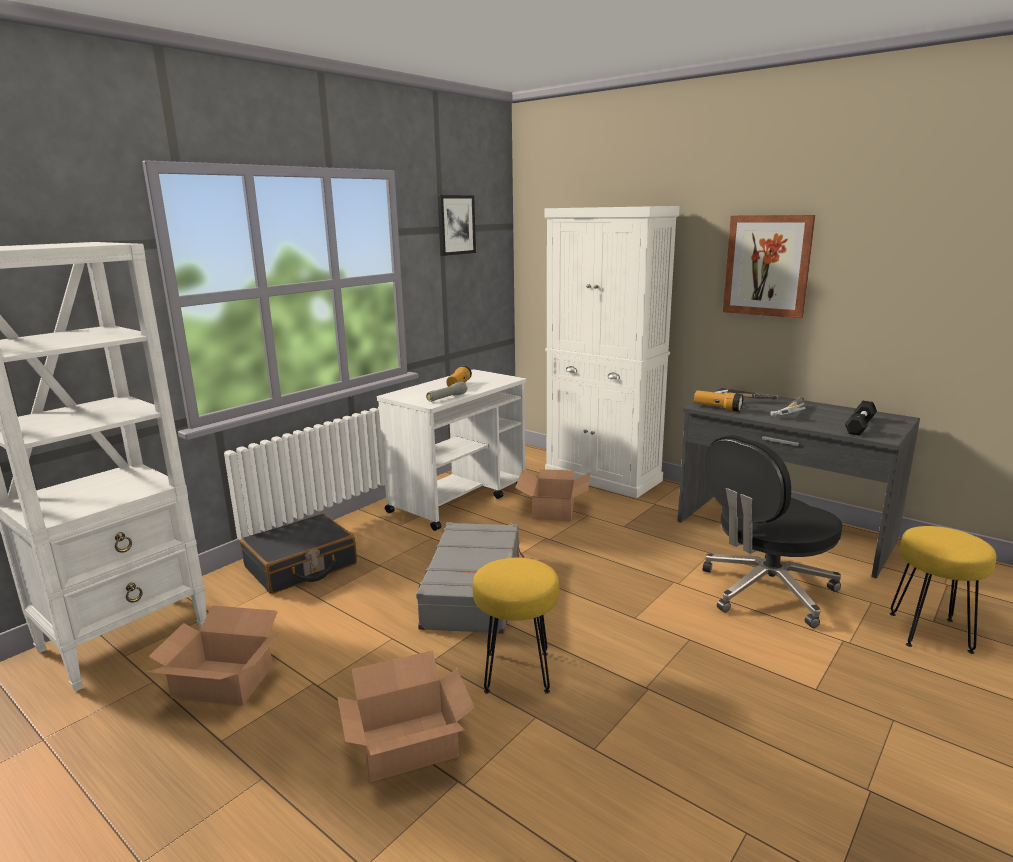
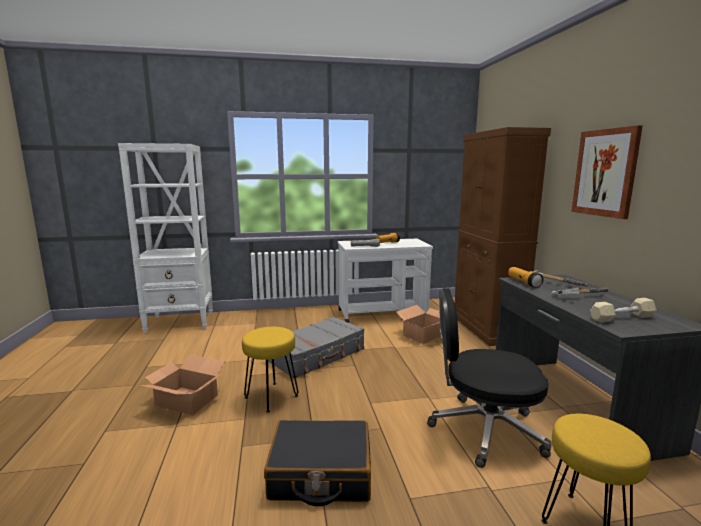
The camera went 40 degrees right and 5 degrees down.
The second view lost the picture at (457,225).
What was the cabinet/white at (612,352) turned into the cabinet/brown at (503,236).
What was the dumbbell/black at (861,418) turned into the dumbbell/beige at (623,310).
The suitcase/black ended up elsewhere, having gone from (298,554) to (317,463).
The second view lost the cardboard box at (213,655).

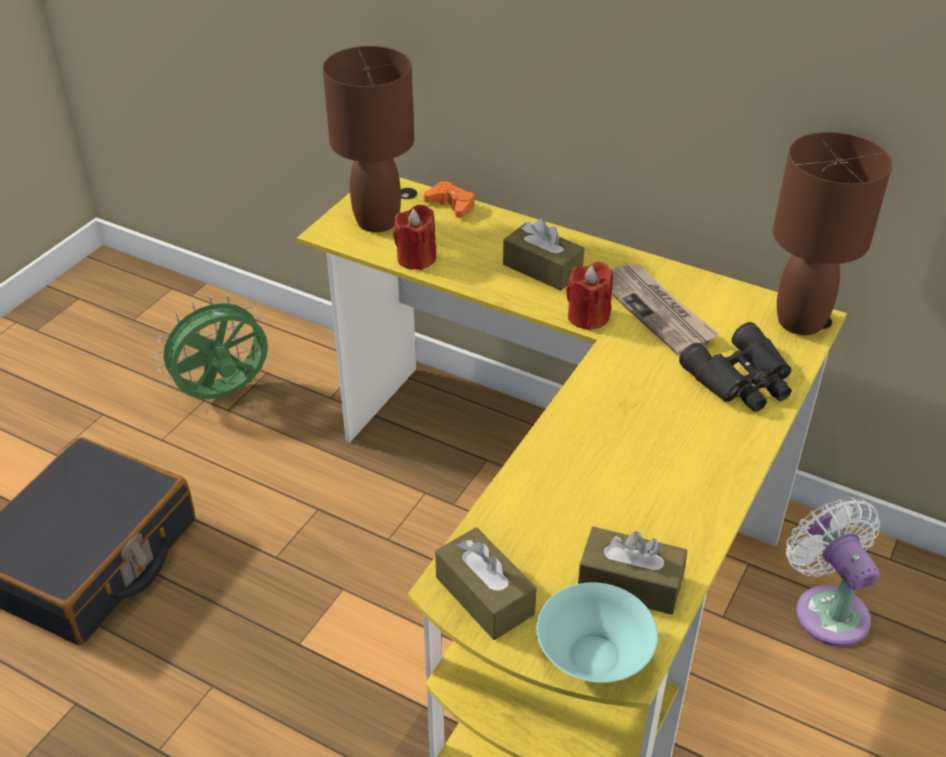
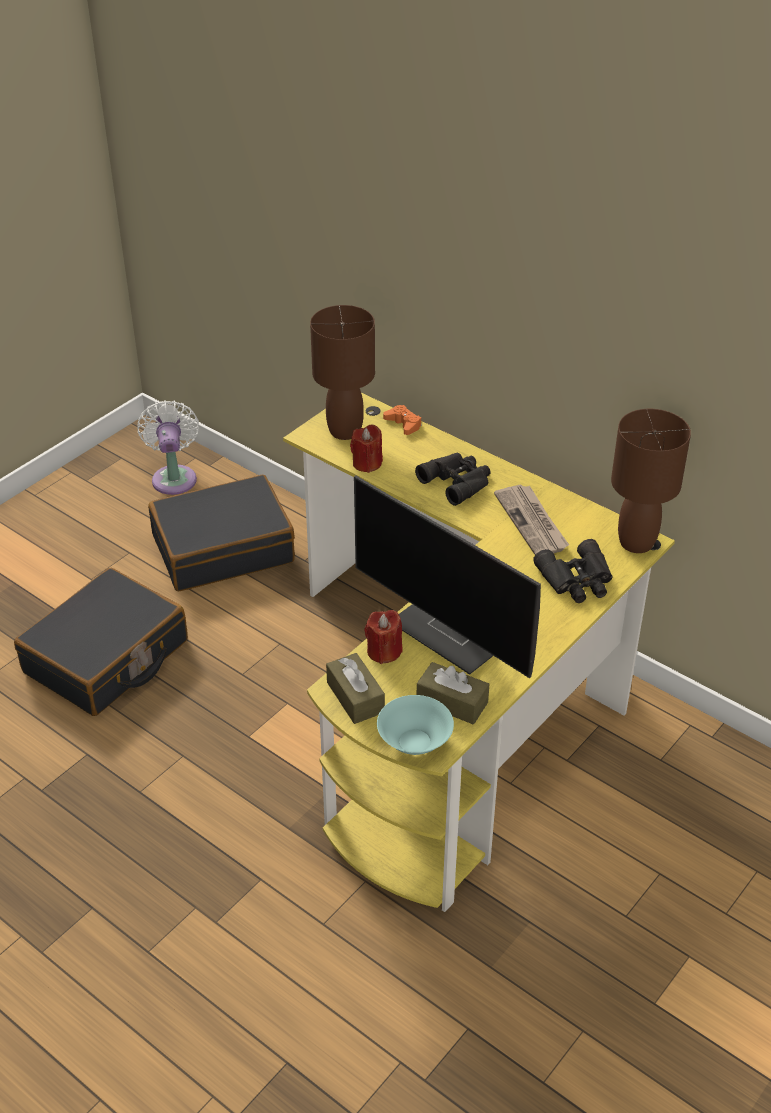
The camera went 10 degrees right and 0 degrees up.
Where the tissue box/brown stood at (543,254), the binoculars/black came to stand at (453,479).
The candle/red ended up elsewhere, having gone from (589,295) to (383,637).
Where the fan/green stood at (211,347), the suitcase/black came to stand at (221,533).
The fan/white ended up elsewhere, having gone from (833,572) to (168,447).
The second view gained the monitor at (447,577).

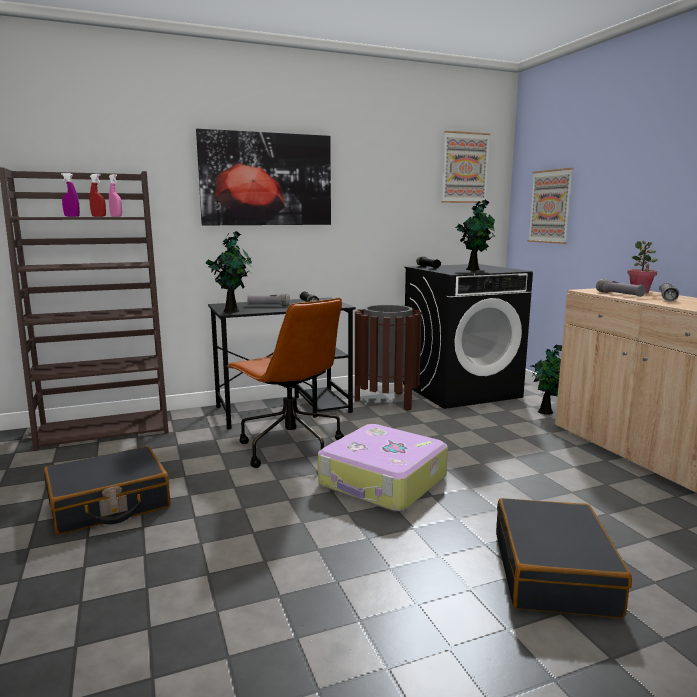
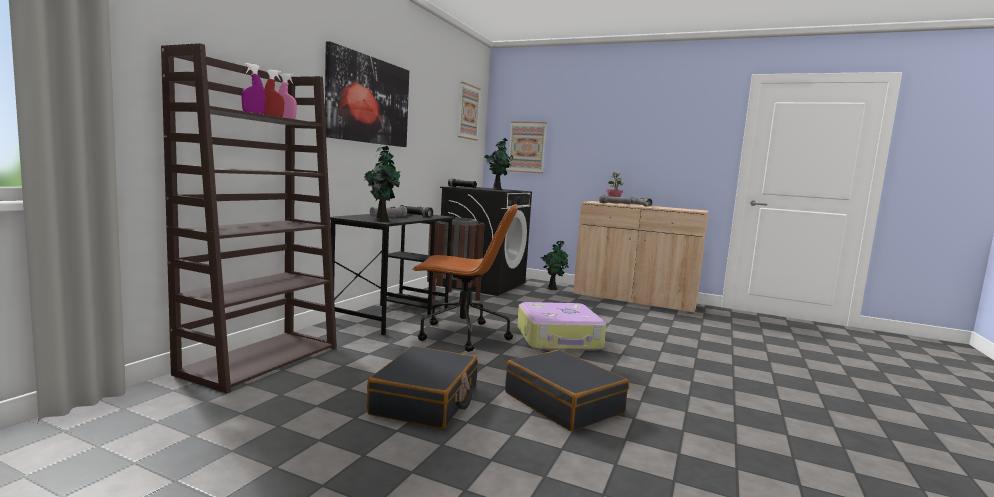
The camera went 45 degrees left and 5 degrees down.
The suitcase/black ended up elsewhere, having gone from (564,558) to (567,390).

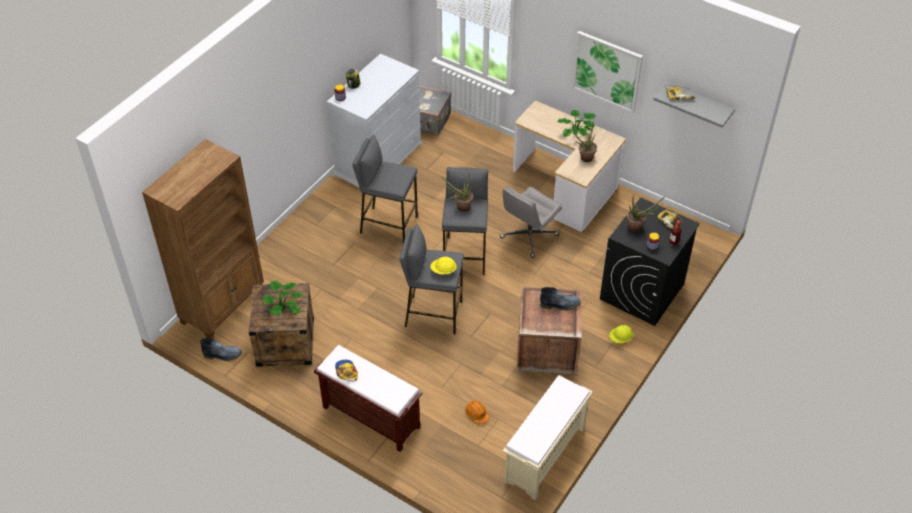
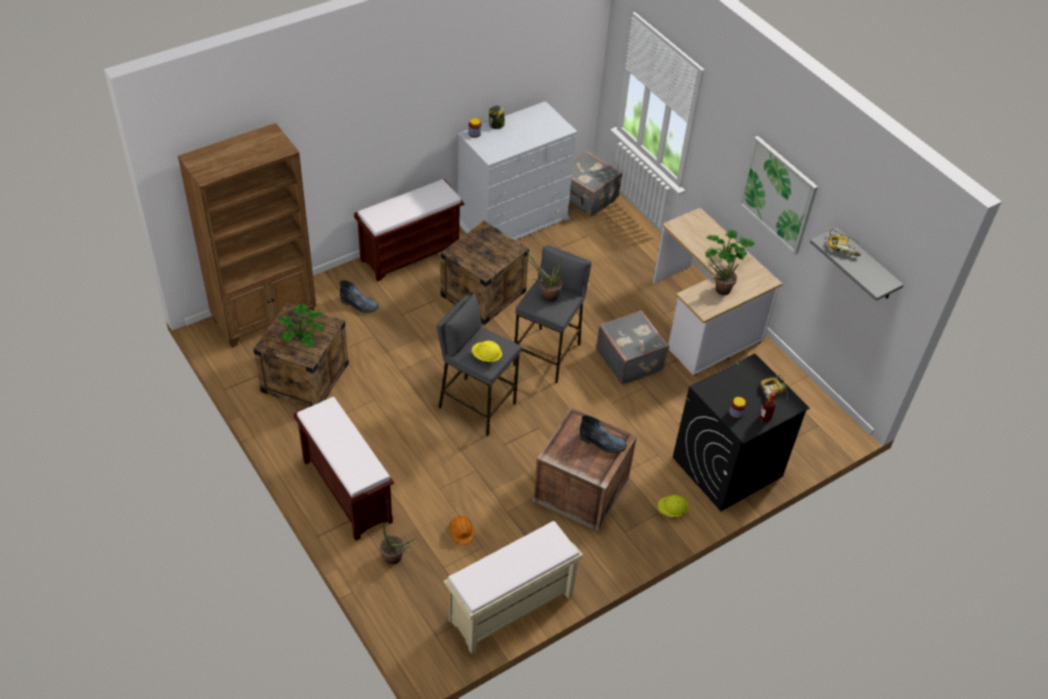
The camera went 20 degrees right and 0 degrees up.
Where the stool/grey stood at (385,189), the crate came to stand at (484,273).
Where the office chair/grey stood at (531,222), the suitcase/grey came to stand at (632,347).
The potted plant ended up elsewhere, having gone from (646,213) to (397,542).
The boot ended up elsewhere, having gone from (221,349) to (359,296).
The second view lost the cap at (346,370).
The second view gained the bench/brown at (409,230).

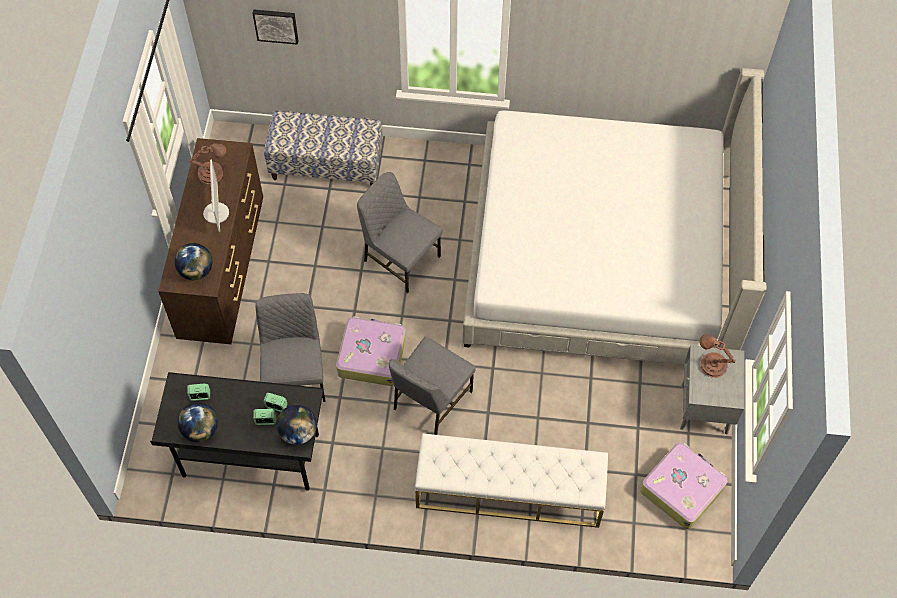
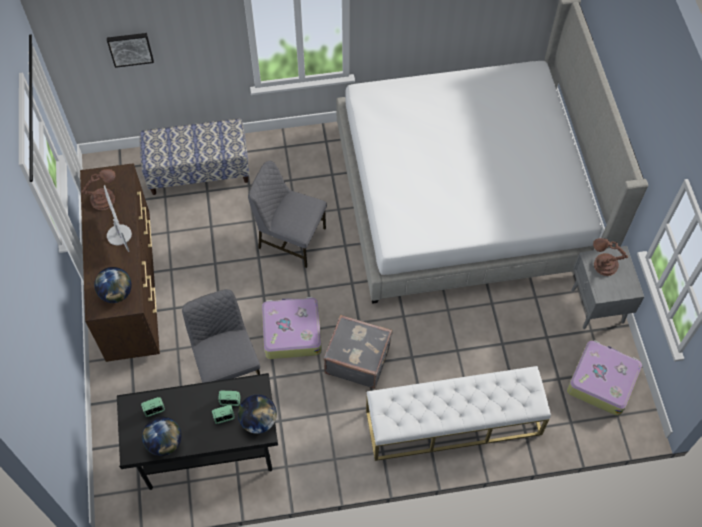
The camera went 15 degrees left and 0 degrees up.
Where the chair/grey stood at (432,385), the suitcase/grey came to stand at (357,352).

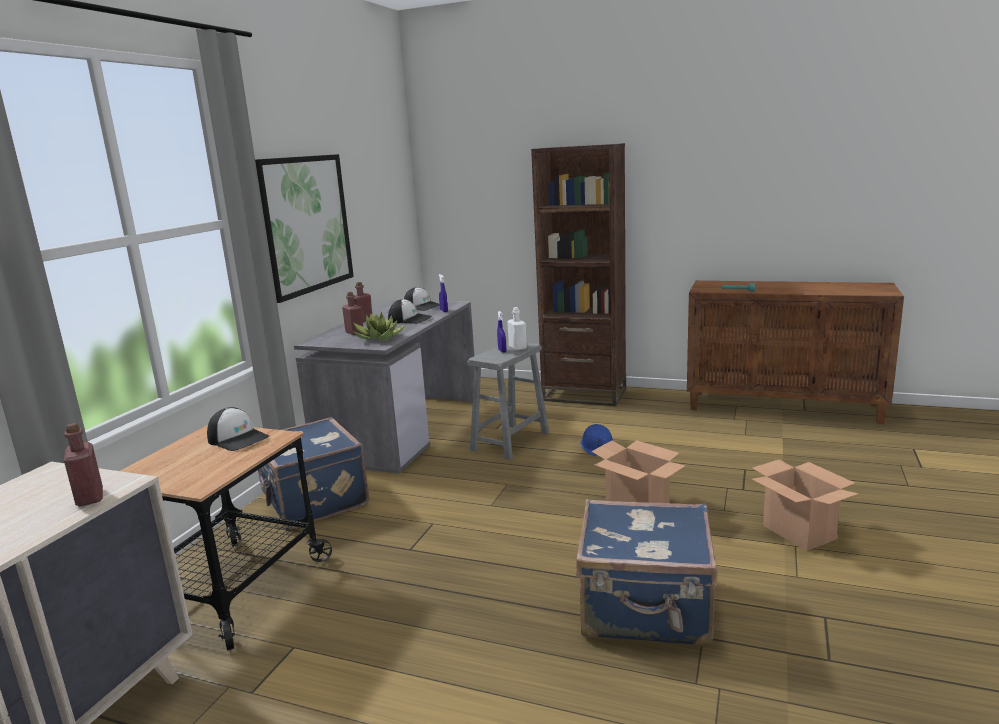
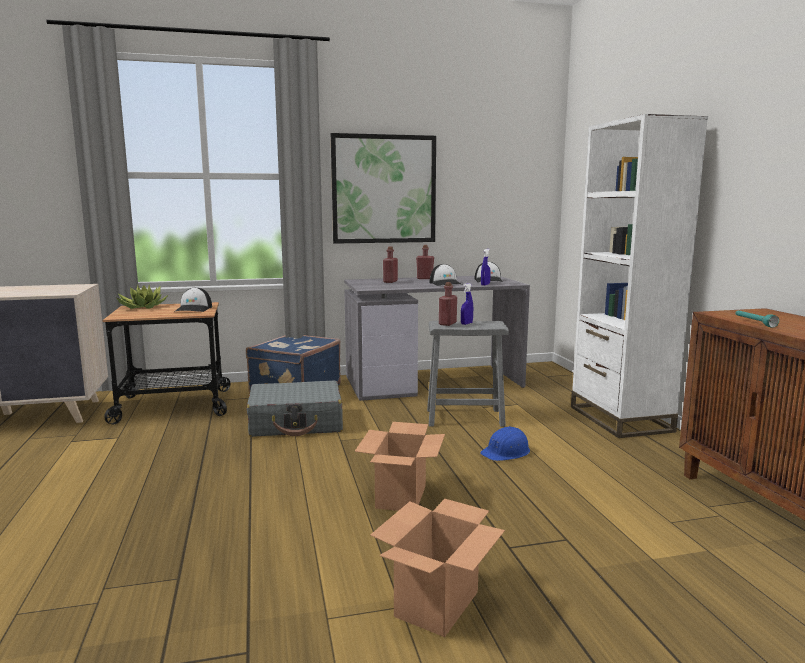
The camera went 55 degrees right and 5 degrees down.
What was the bookcase/brown at (578,274) turned into the bookcase/white at (639,276).
The second view lost the bottle/white at (517,328).
The potted plant ended up elsewhere, having gone from (379,326) to (143,297).
The bottle/red ended up elsewhere, having gone from (83,464) to (448,304).
The second view lost the suitcase/blue at (646,573).
The second view gained the suitcase/grey at (295,409).

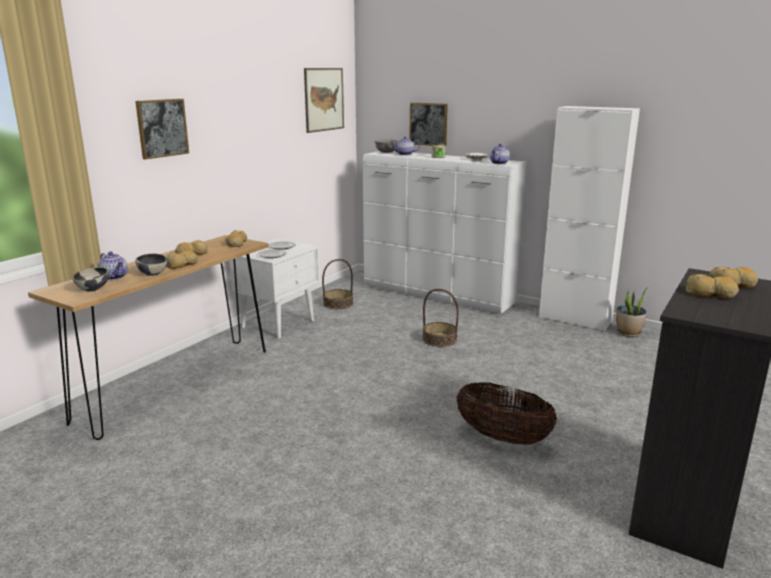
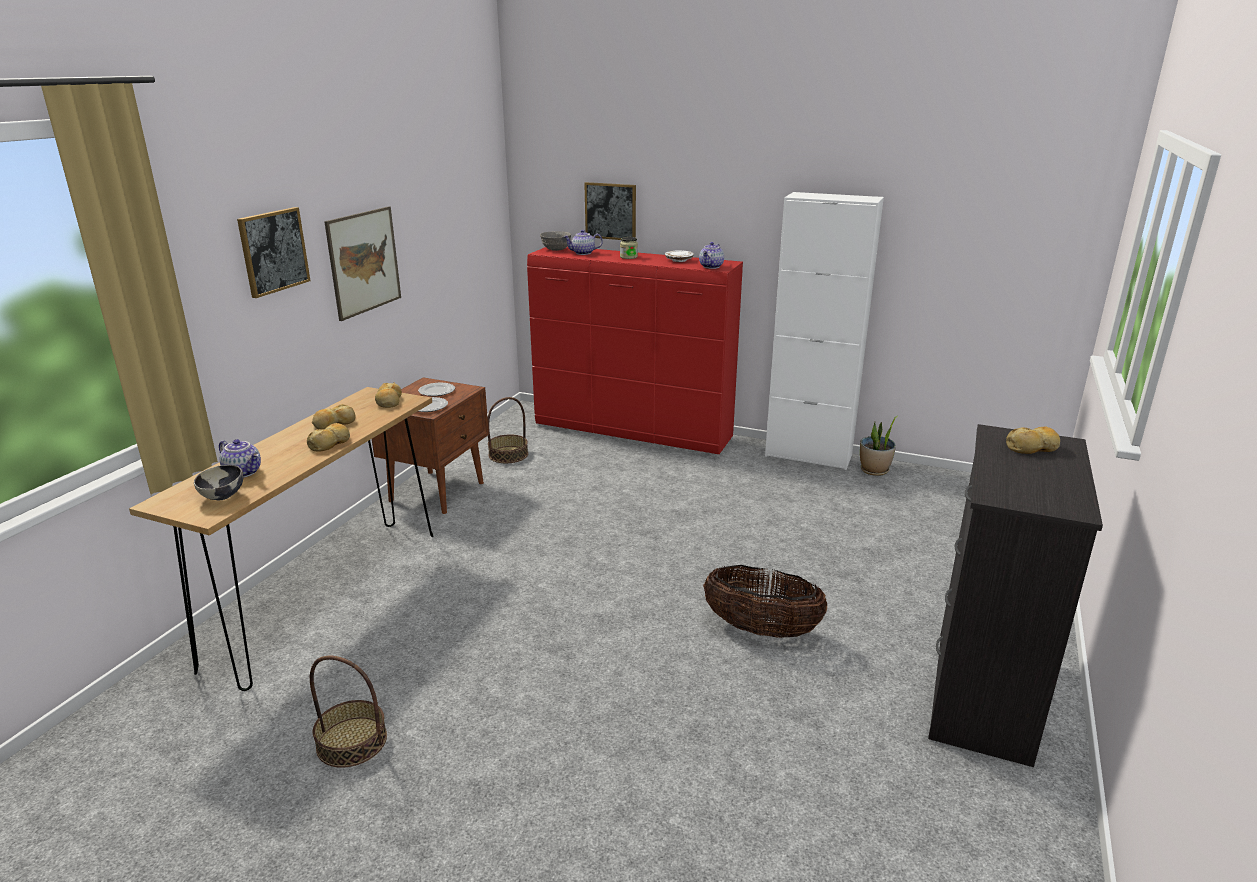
The camera went 10 degrees left and 5 degrees up.
The picture ended up elsewhere, having gone from (324,100) to (362,263).
What was the dresser/white at (445,232) turned into the dresser/red at (635,350).
What was the nightstand/white at (274,288) turned into the nightstand/brown at (430,445).
The second view lost the bowl at (151,264).
The second view lost the bread at (712,286).
The basket ended up elsewhere, having gone from (440,318) to (348,712).

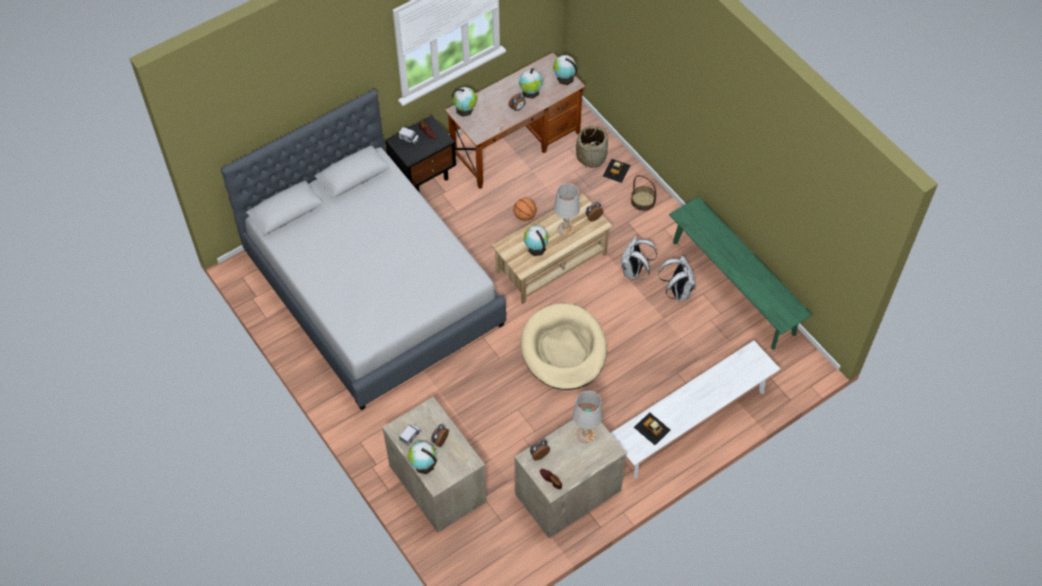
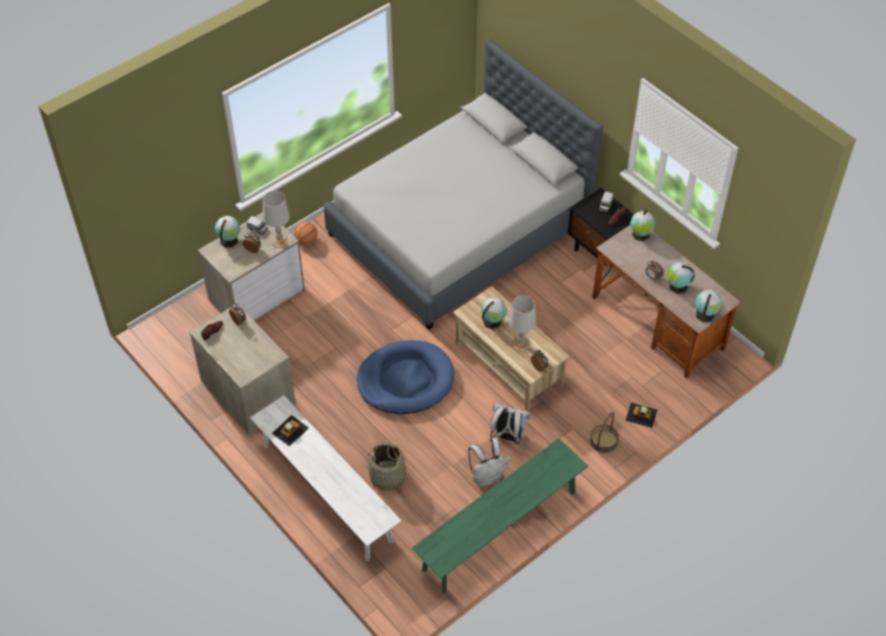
The camera went 85 degrees right and 5 degrees down.
The basket ended up elsewhere, having gone from (592,147) to (389,466).
The basketball ended up elsewhere, having gone from (525,209) to (305,233).
What was the dog bed/beige at (564,346) turned into the dog bed/blue at (405,377).
The table lamp/white ended up elsewhere, having gone from (587,417) to (276,219).

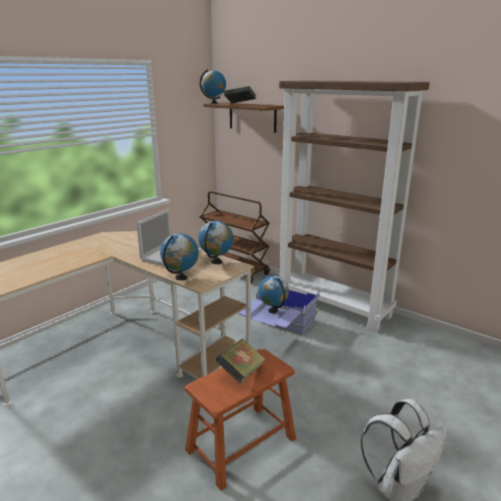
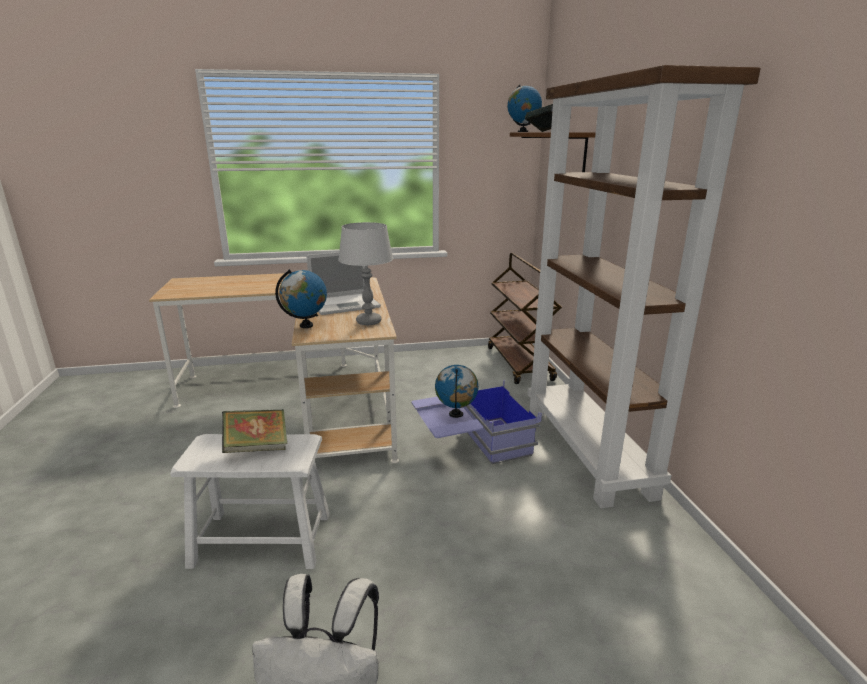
The camera went 40 degrees right and 0 degrees up.
Where the globe stood at (215,242), the table lamp/grey came to stand at (365,273).
What was the stool/brown at (240,420) turned into the stool/white at (250,501).

